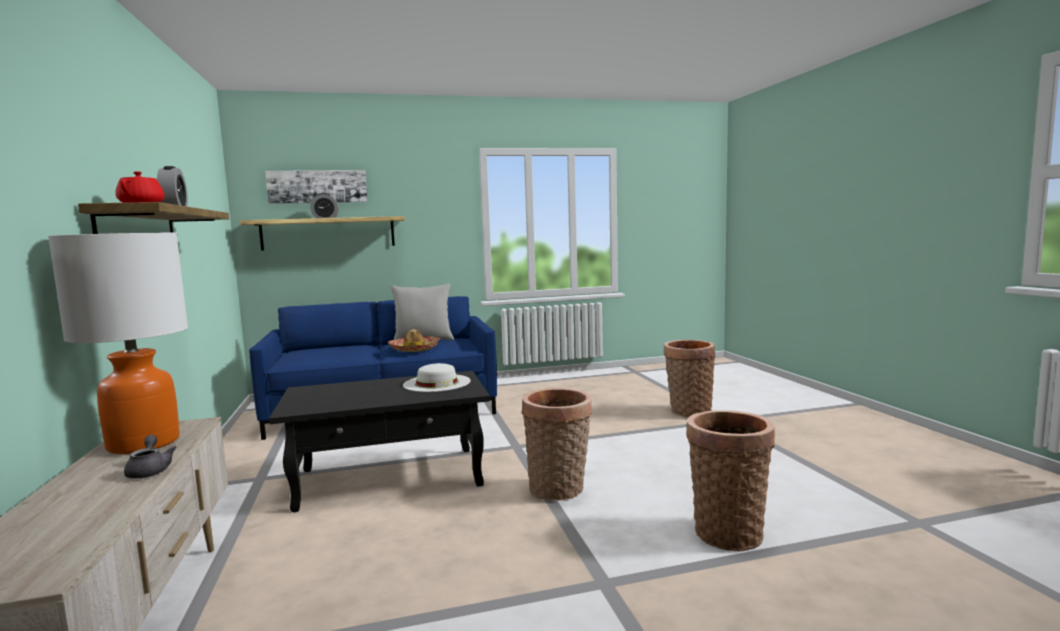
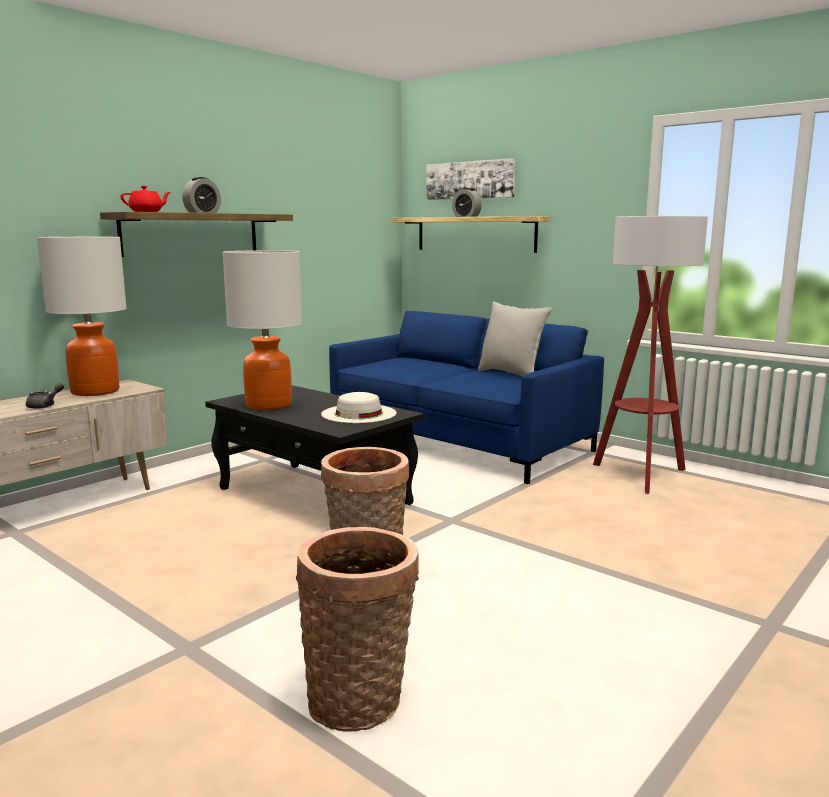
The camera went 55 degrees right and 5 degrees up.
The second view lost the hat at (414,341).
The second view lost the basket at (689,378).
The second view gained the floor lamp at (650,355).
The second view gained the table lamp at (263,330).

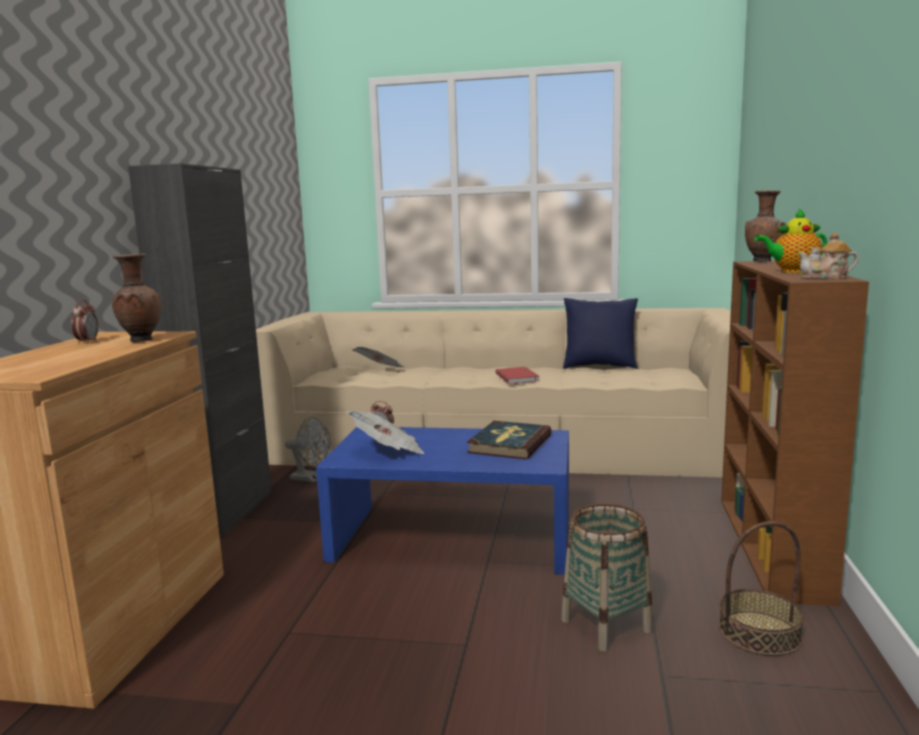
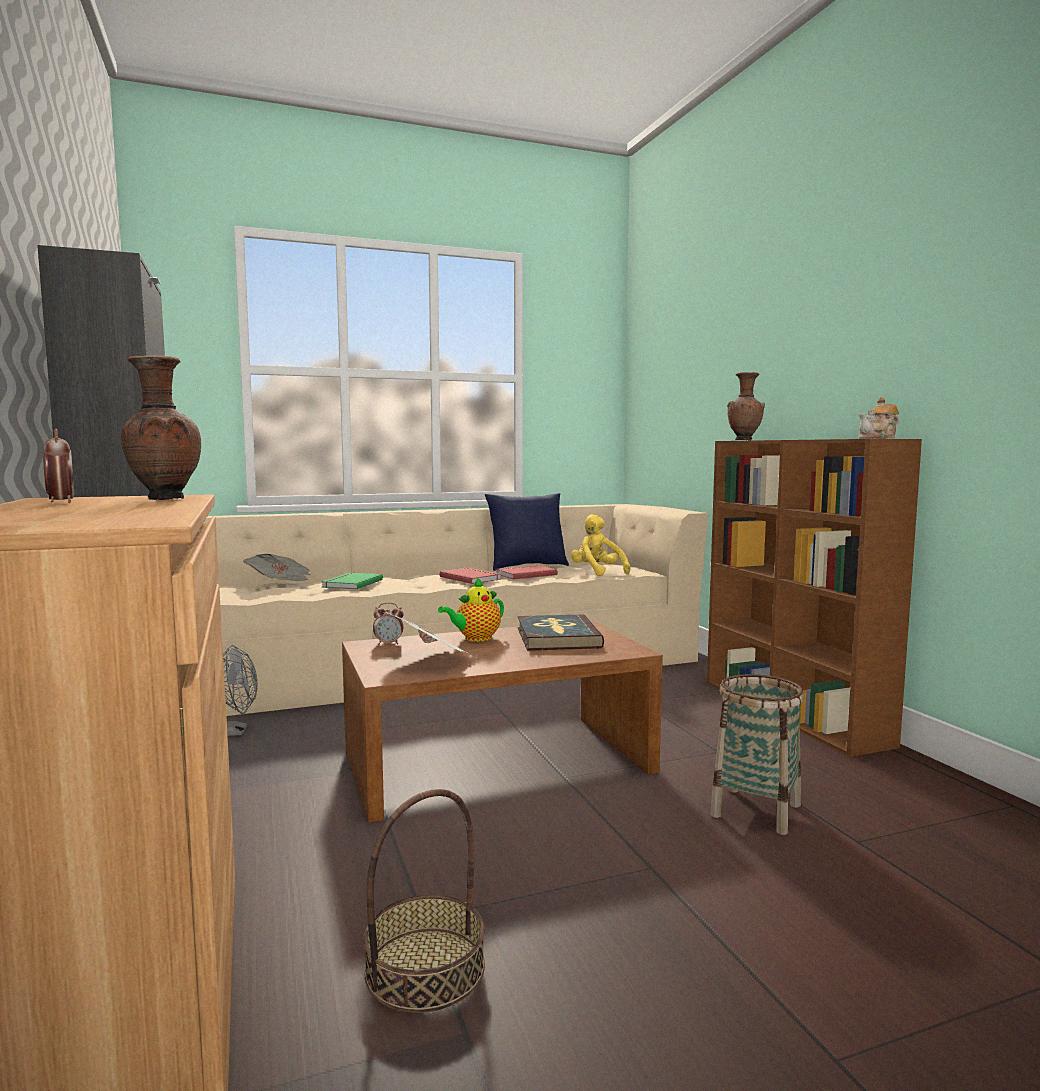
The camera went 30 degrees left and 5 degrees down.
The teapot ended up elsewhere, having gone from (790,240) to (471,610).
What was the coffee table/blue at (442,501) turned into the coffee table/brown at (502,721).
The basket ended up elsewhere, having gone from (761,588) to (424,901).
The second view gained the plush toy/yellow at (601,545).
The second view gained the book/red at (527,572).
The second view gained the book/green at (352,580).

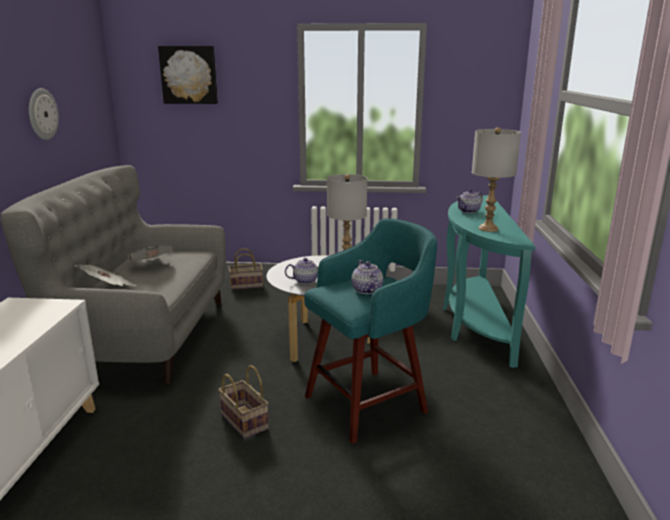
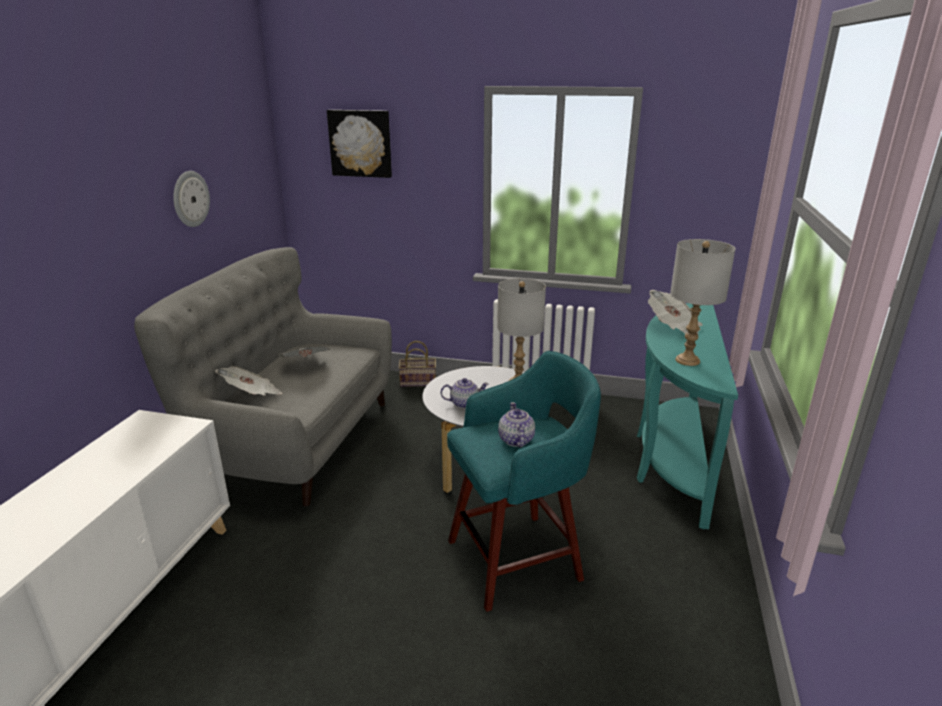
The camera went 10 degrees right and 5 degrees up.
Where the teapot stood at (470,201), the newspaper came to stand at (675,312).
The second view lost the basket at (243,402).

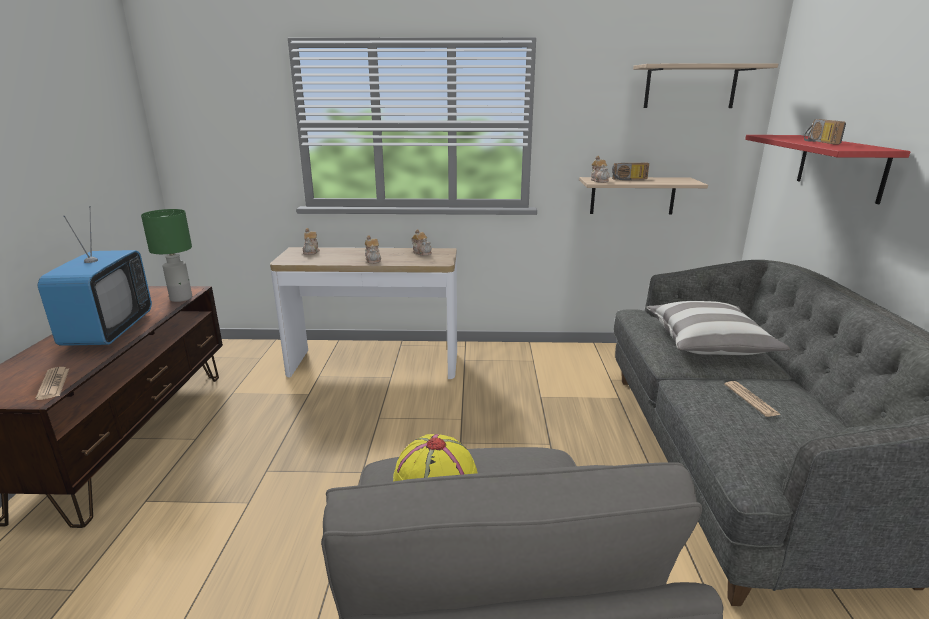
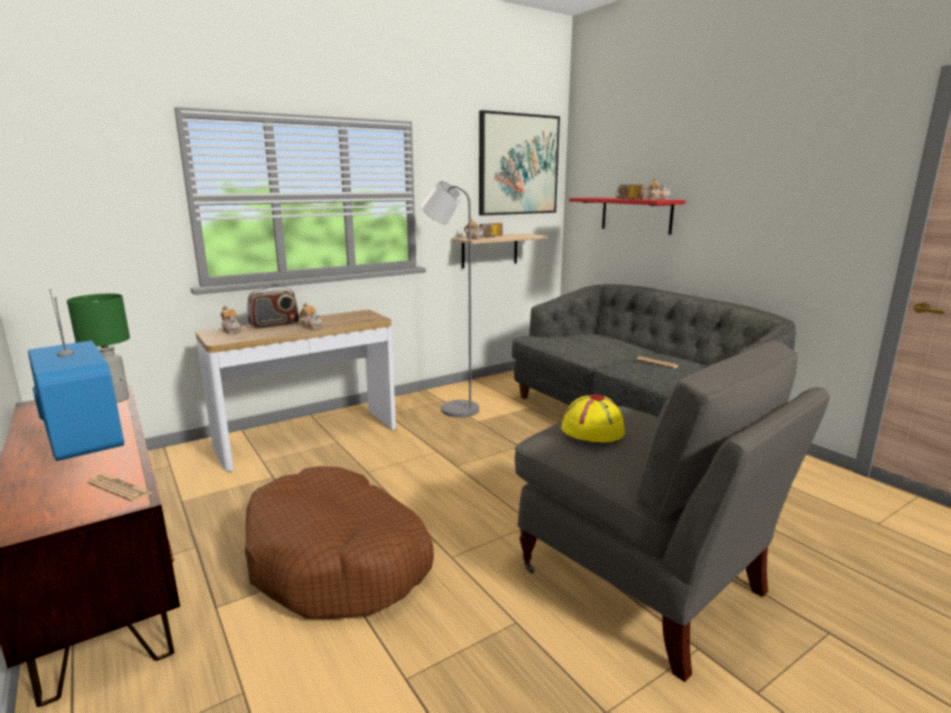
The camera went 35 degrees left and 5 degrees down.
Where the shelf hung at (705,86), the picture came to hang at (519,163).
The teapot ended up elsewhere, having gone from (421,242) to (657,188).
The second view lost the pillow at (718,328).
The second view gained the floor lamp/grey at (450,299).
The second view gained the radio at (273,307).
The second view gained the dog bed/brown at (339,542).

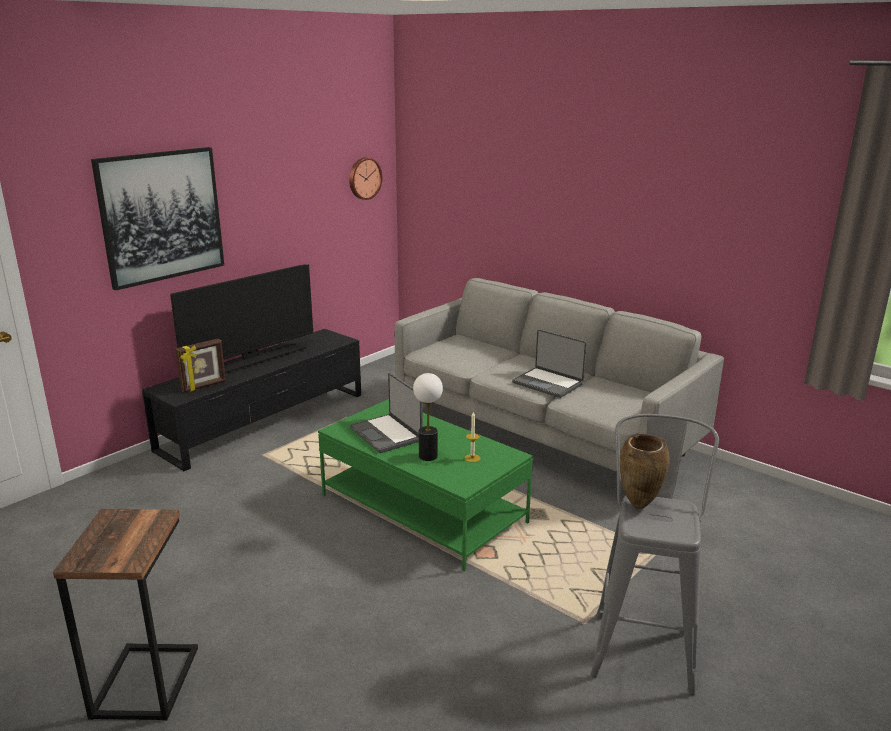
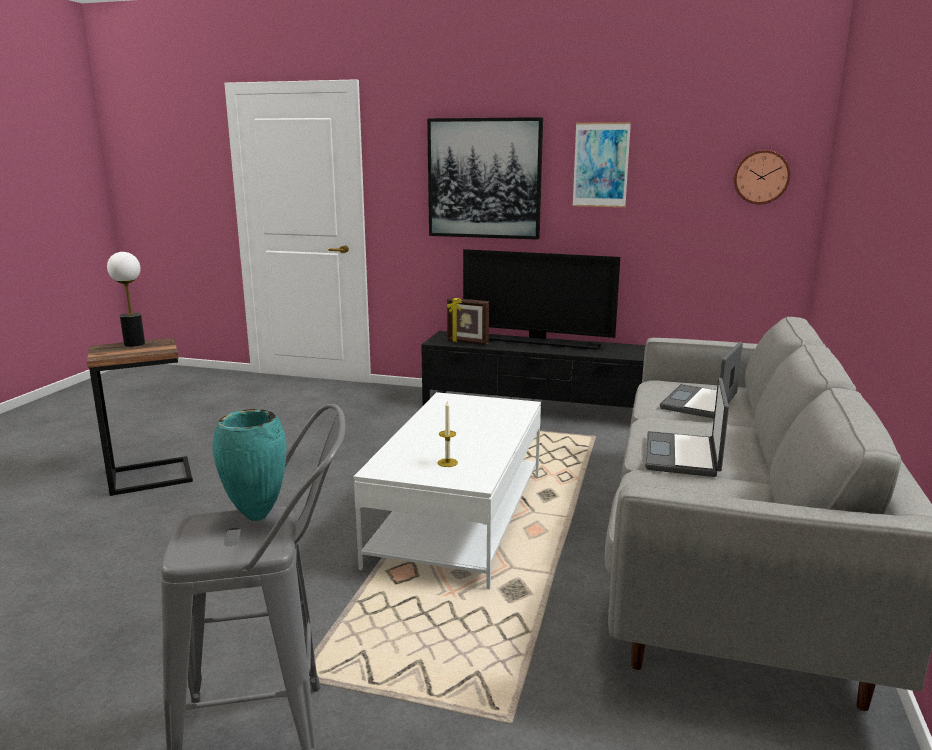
The camera went 65 degrees right and 5 degrees down.
The laptop ended up elsewhere, having gone from (386,413) to (701,380).
The table lamp ended up elsewhere, having gone from (428,417) to (126,299).
What was the coffee table/green at (425,485) turned into the coffee table/white at (447,491).
What was the vase/brown at (645,471) turned into the vase/turquoise at (249,465).
The second view gained the picture at (602,164).

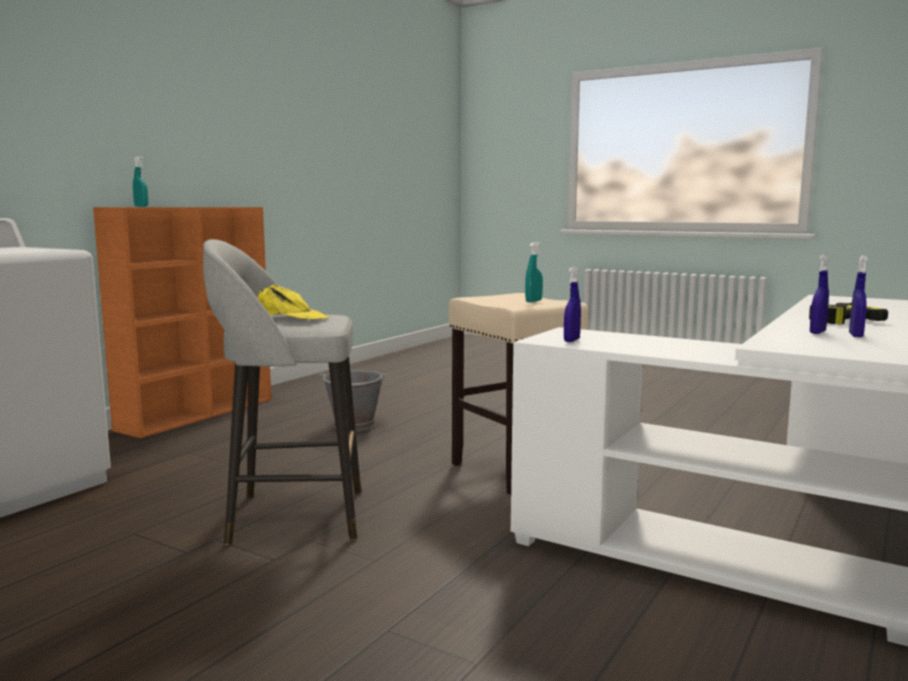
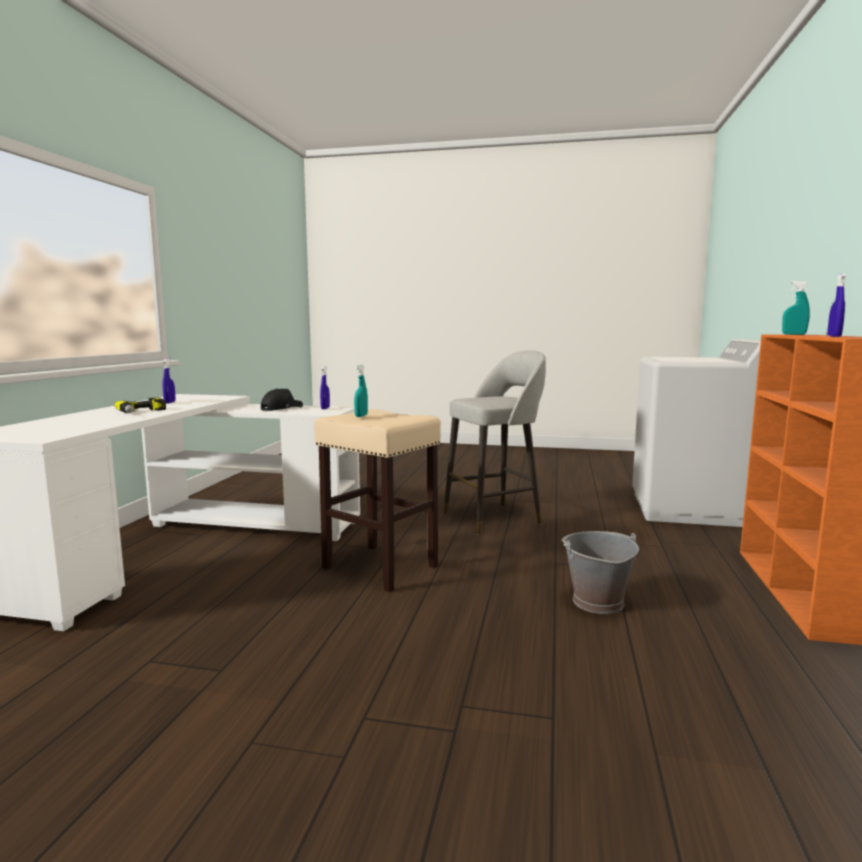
The camera went 160 degrees right and 0 degrees up.
The spray bottle/blue ended up elsewhere, having gone from (819,294) to (836,305).
The second view lost the cap/yellow at (293,302).
The second view gained the cap/black at (282,400).

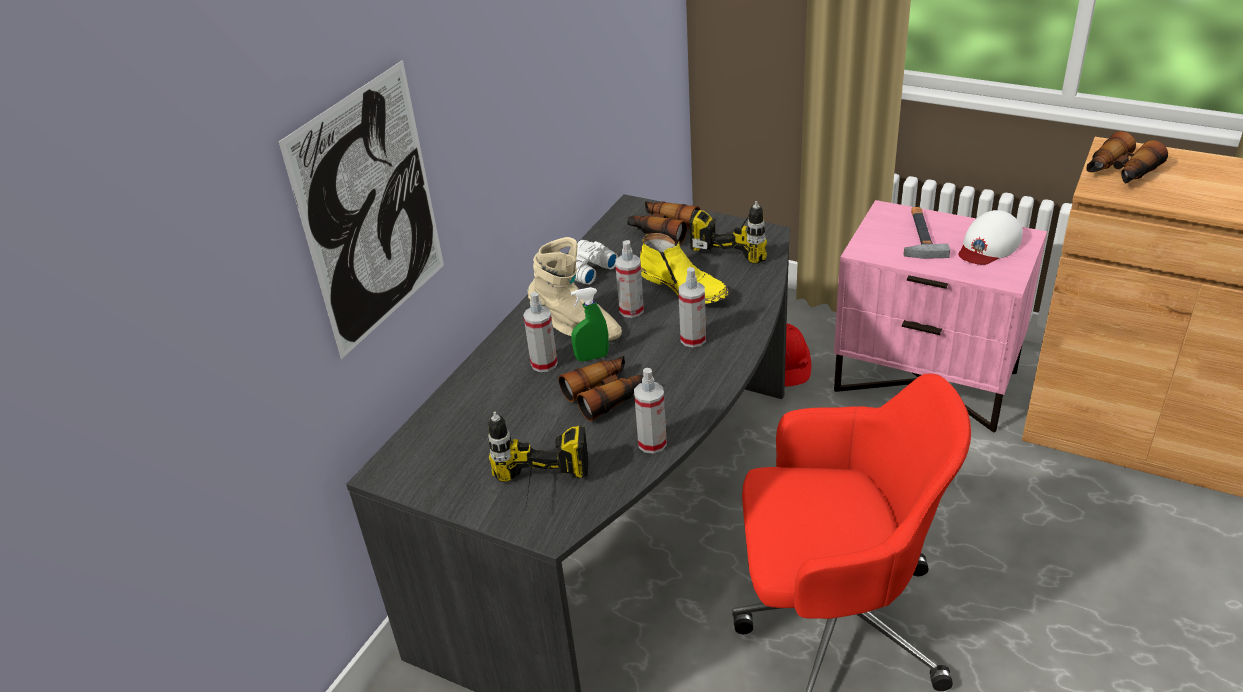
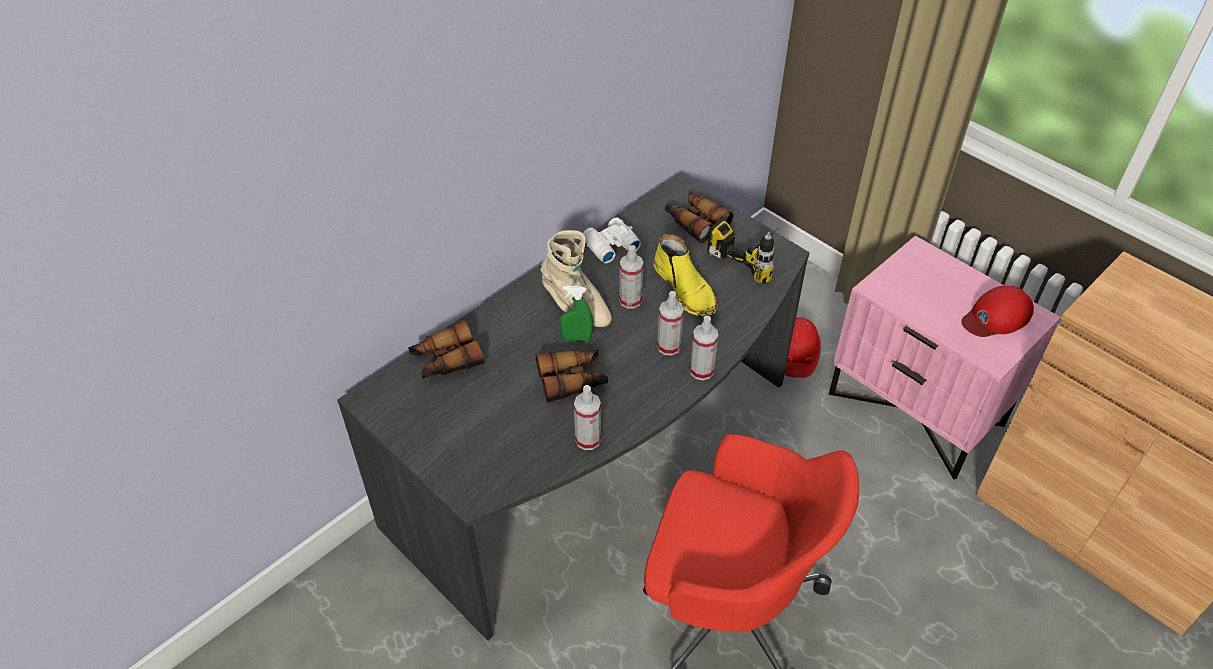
The camera went 15 degrees right and 10 degrees up.
The second view lost the picture at (361,209).
The binoculars ended up elsewhere, having gone from (1127,157) to (446,349).
The second view lost the hammer at (927,233).
What was the cap/white at (991,237) turned into the cap/red at (997,311).
The spray bottle ended up elsewhere, having gone from (540,332) to (704,348).
The second view lost the power drill at (538,462).

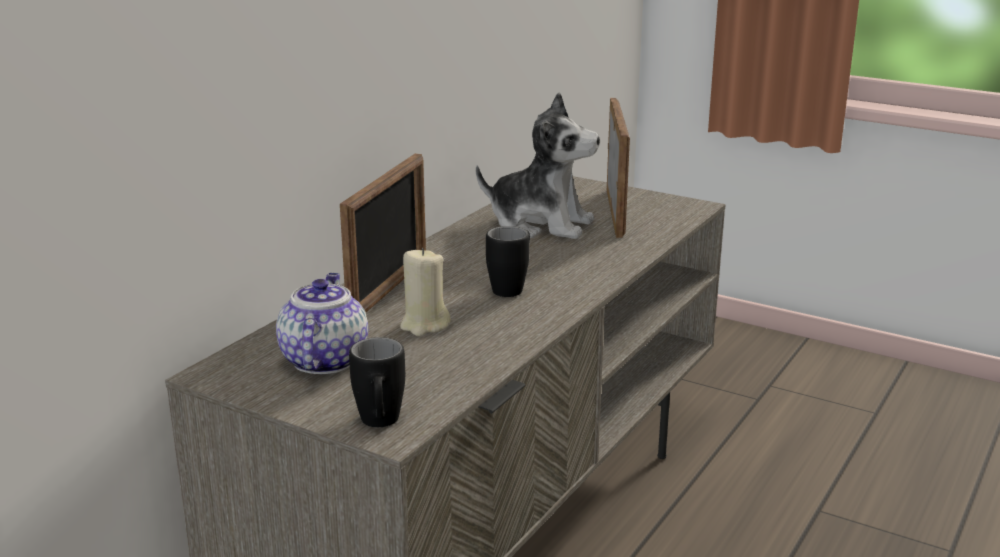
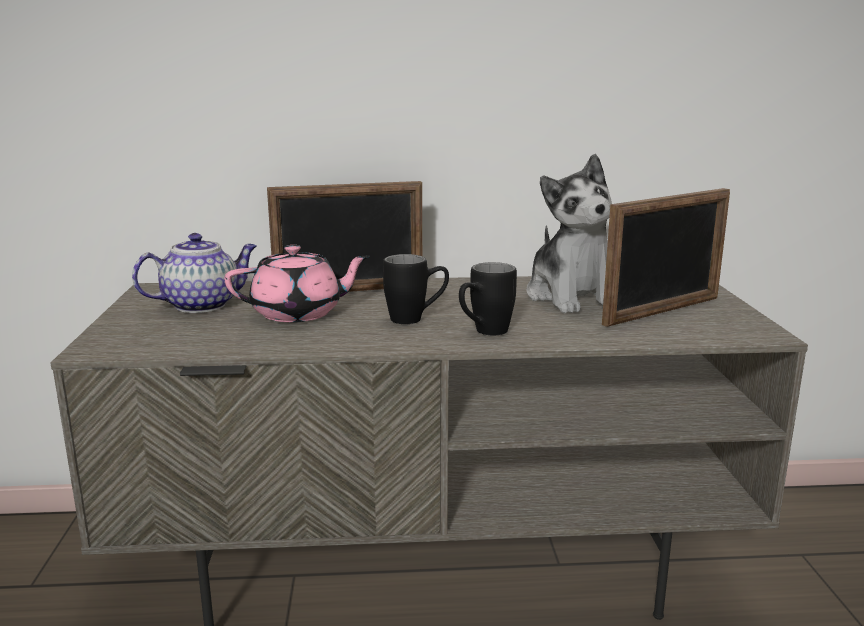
The camera went 55 degrees right and 5 degrees down.
Where the candle/beige stood at (425,292), the teapot/pink came to stand at (297,283).
The mug/black ended up elsewhere, having gone from (377,382) to (488,298).

